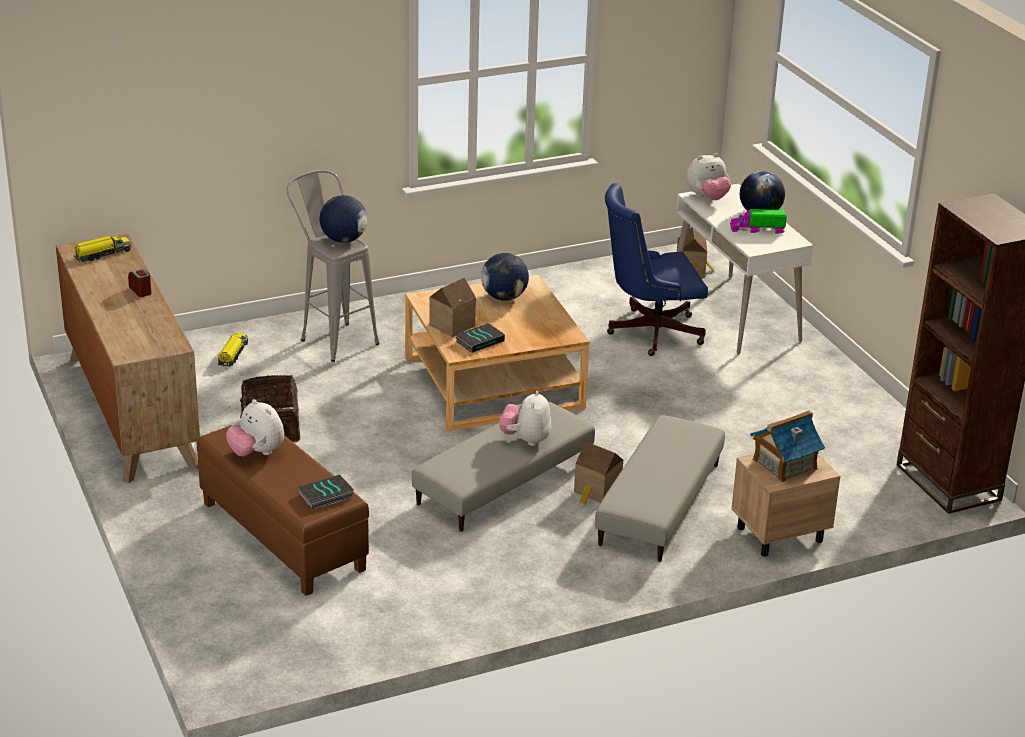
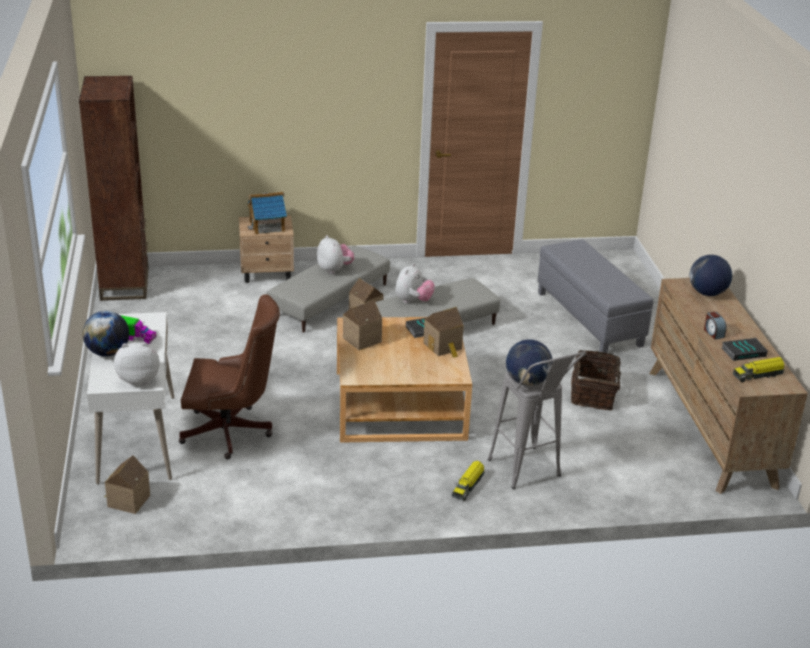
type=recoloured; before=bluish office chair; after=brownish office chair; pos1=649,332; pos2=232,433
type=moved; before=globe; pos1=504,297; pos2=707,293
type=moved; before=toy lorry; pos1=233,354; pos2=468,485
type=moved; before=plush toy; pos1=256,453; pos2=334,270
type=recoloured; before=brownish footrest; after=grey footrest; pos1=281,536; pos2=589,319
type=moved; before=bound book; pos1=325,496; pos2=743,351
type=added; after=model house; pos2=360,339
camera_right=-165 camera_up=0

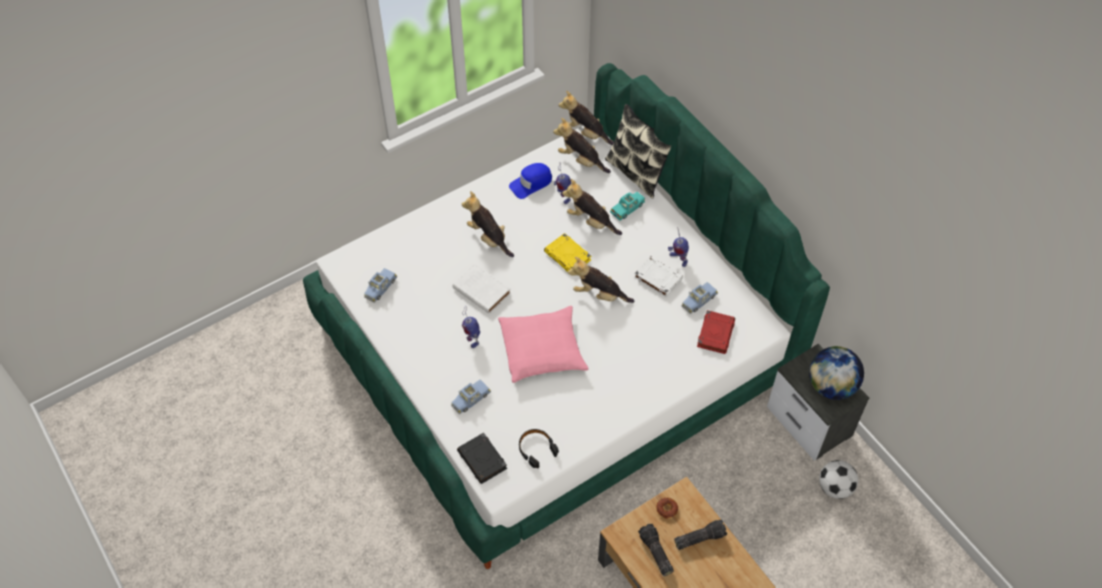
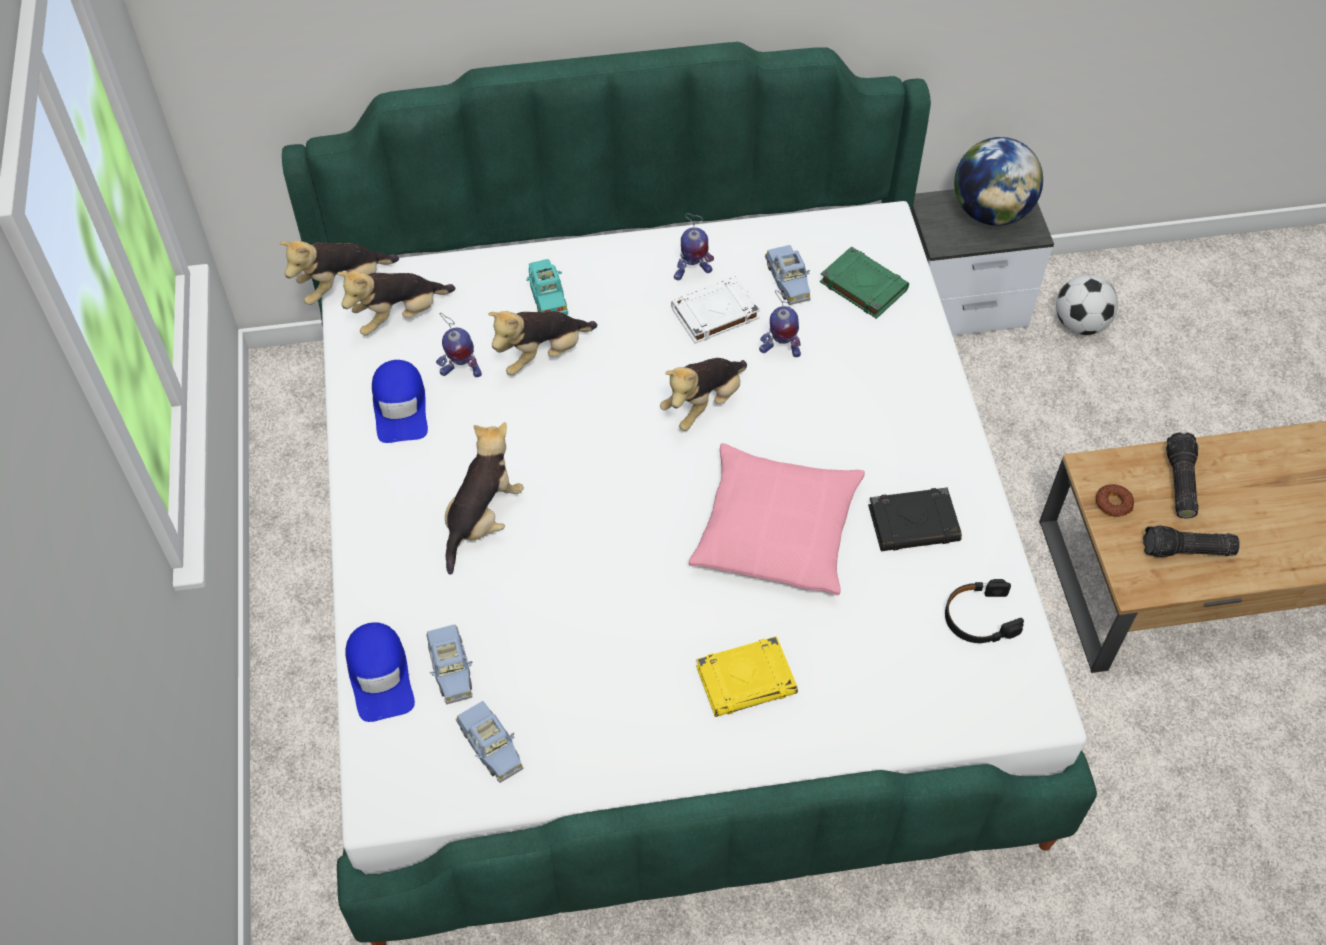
type=removed; before=pillow; pos1=637,173
type=turned; before=plush toy; pos1=488,238; pos2=482,518; turn=135
type=moved; before=yellowish bound book; pos1=568,256; pos2=746,680
type=removed; before=white bound book; pos1=480,290
type=moved; before=robot figure; pos1=472,338; pos2=779,350
type=recoloured; before=reddish bound book; after=greenish bound book; pos1=715,333; pos2=862,286
type=moved; before=bluish model car; pos1=470,399; pos2=451,668
type=moved; before=black-coloured bound book; pos1=482,460; pos2=914,523
type=added; after=bluish peaked cap; pos2=380,675
camera_right=-65 camera_up=0

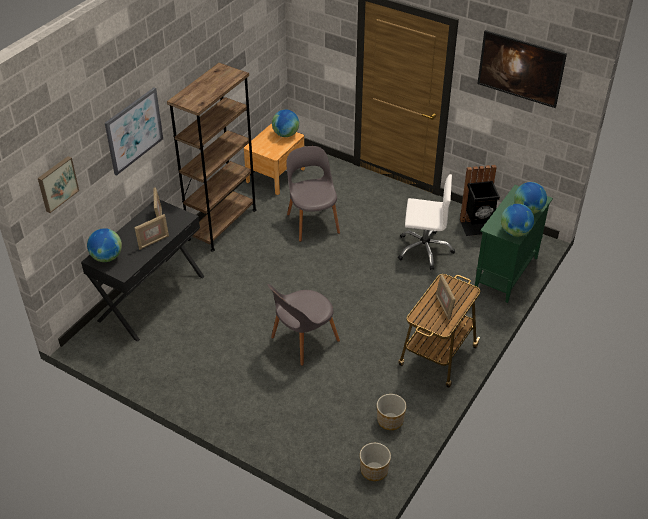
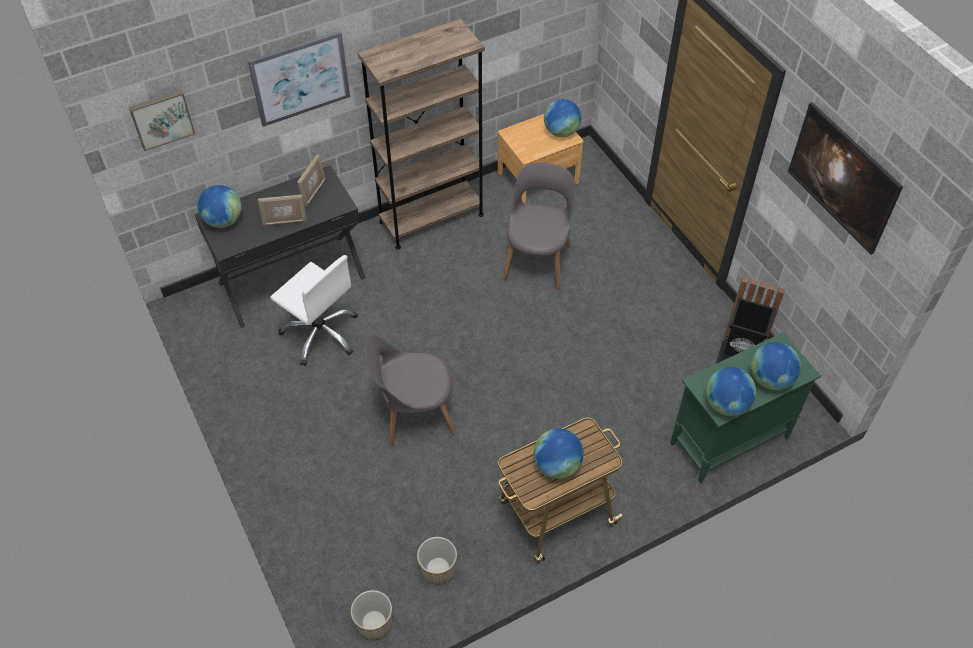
type=moved; before=white office chair; pos1=424,249; pos2=321,333
type=replaced; before=standing frame; after=globe; pos1=444,307; pos2=557,466
camera_right=30 camera_up=10

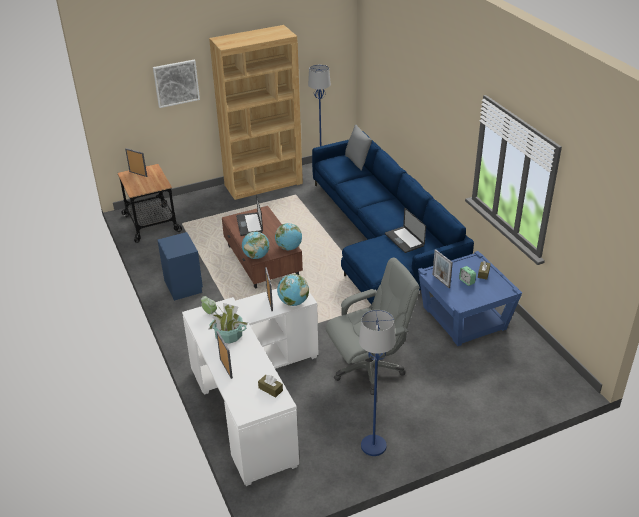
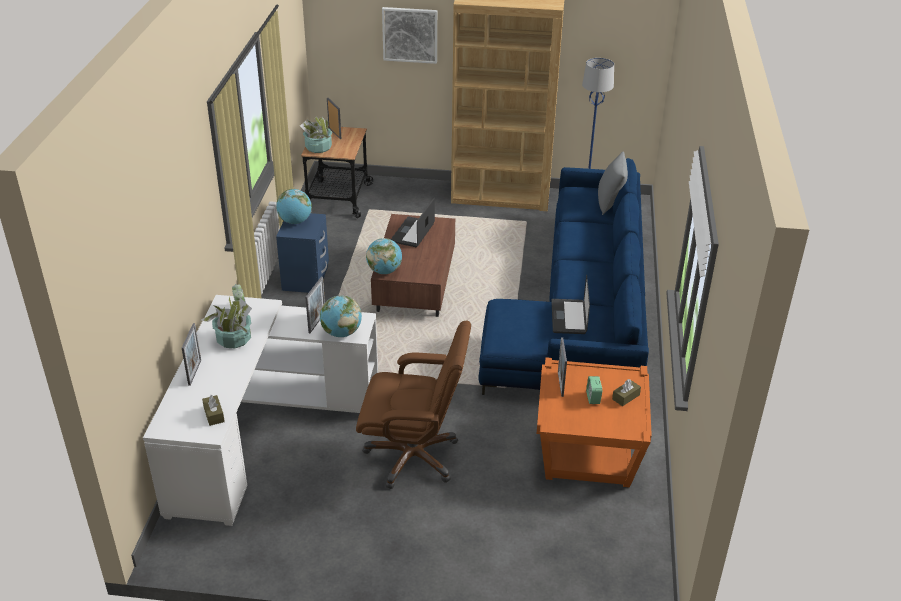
type=moved; before=globe; pos1=289,248; pos2=295,221
type=recoloured; before=bluish side table; after=orange-coloured side table; pos1=464,318; pos2=589,449
type=recoloured; before=grey office chair; after=brownish office chair; pos1=369,368; pos2=414,456
type=removed; before=bluish floor lamp; pos1=373,446
type=added; after=houseplant; pos2=318,147
camera_right=30 camera_up=0

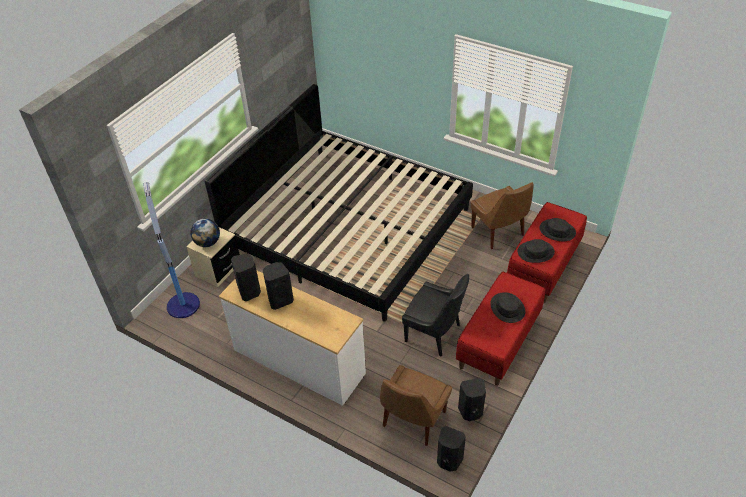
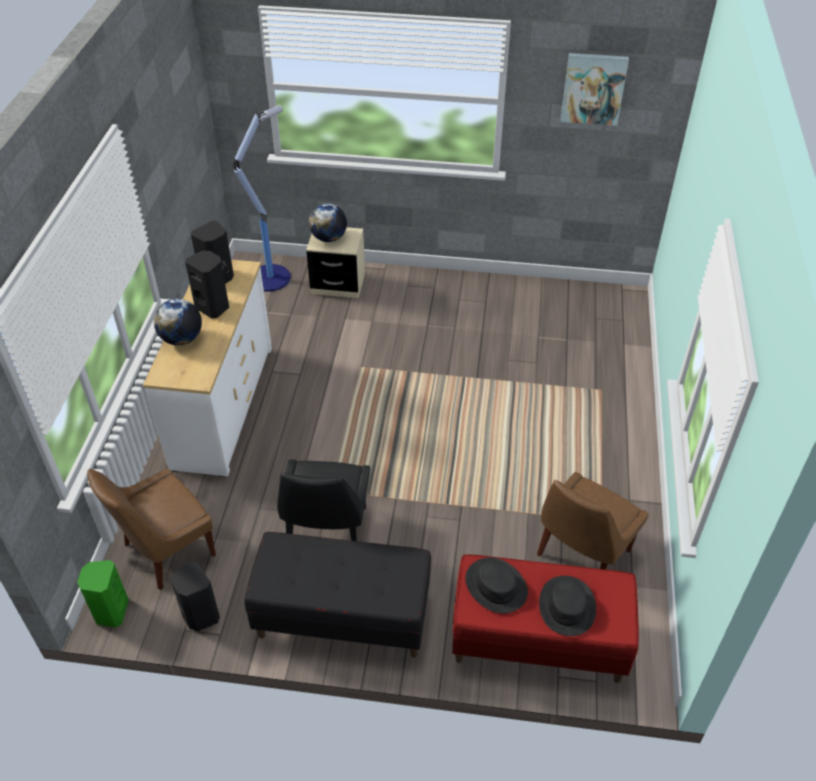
type=removed; before=bed; pos1=348,228
type=recoloured; before=reddish indoor bench; after=black-coloured indoor bench; pos1=498,342; pos2=342,617
type=removed; before=black-coloured hat; pos1=507,308
type=turned; before=brownish chair; pos1=413,421; pos2=166,551; turn=-45
type=recoloured; before=black-coloured audio speaker; after=greenish audio speaker; pos1=448,461; pos2=110,612
type=added; after=wall art; pos2=593,88
type=added; after=globe; pos2=181,339
camera_right=65 camera_up=0

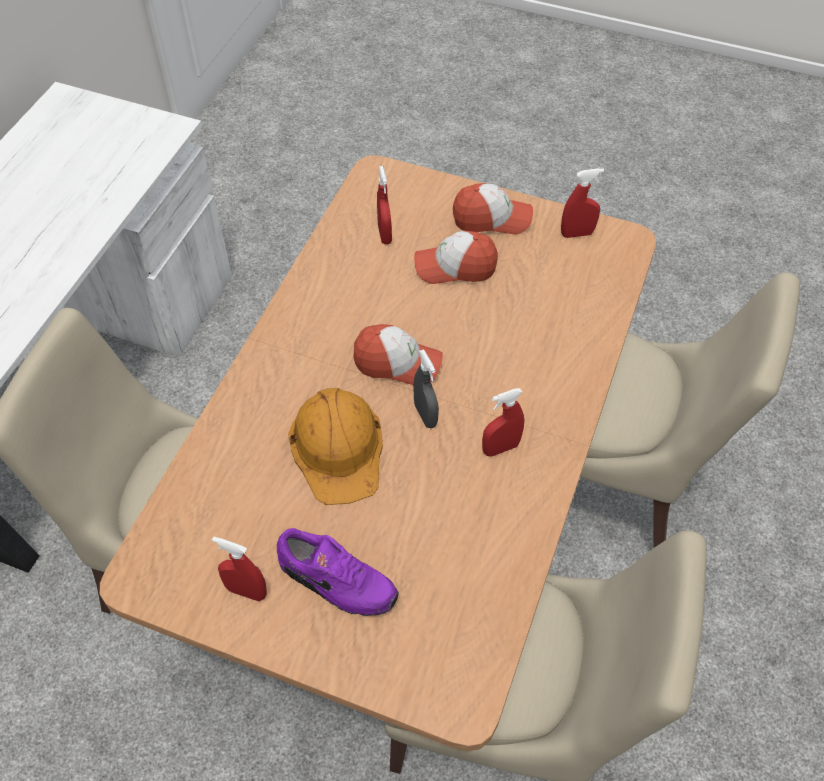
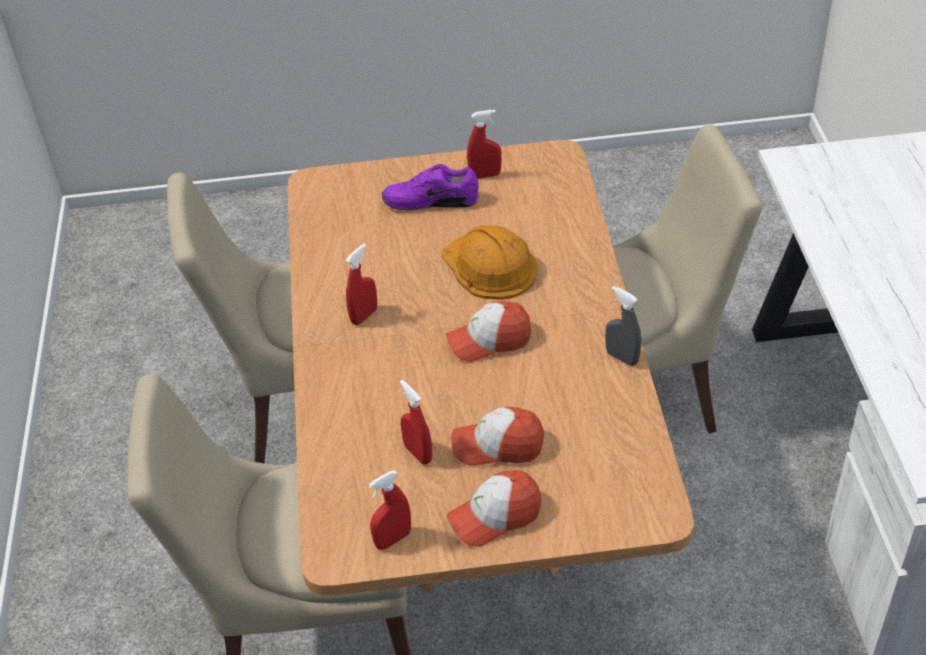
type=moved; before=reddish spray bottle; pos1=384,234; pos2=418,453
type=turned; before=peaked cap; pos1=455,266; pos2=497,445; turn=-150
type=moved; before=grey spray bottle; pos1=425,415; pos2=622,357
camera_right=155 camera_up=-10

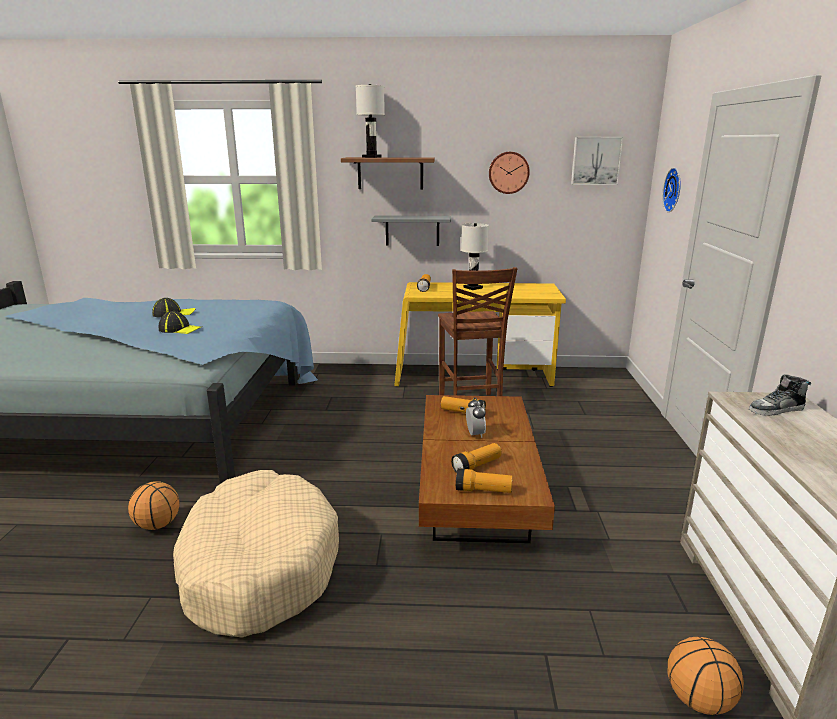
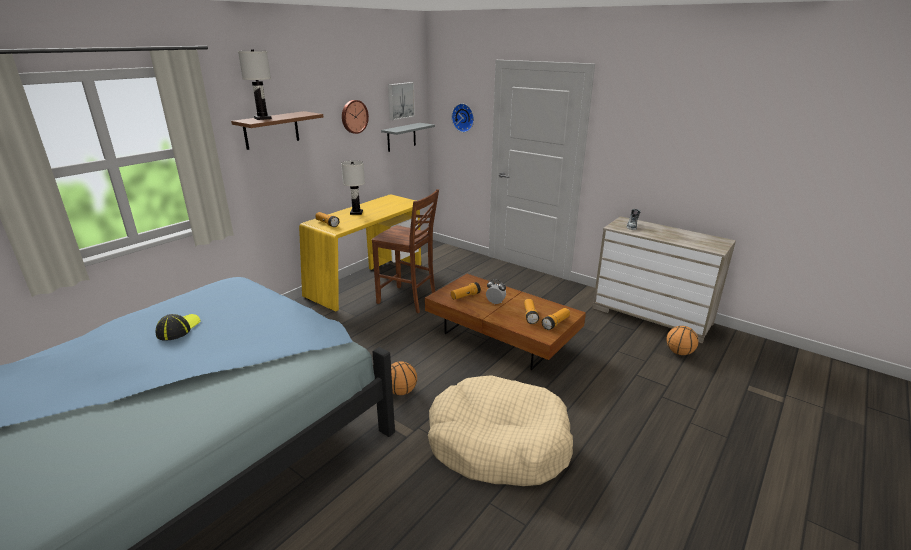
type=moved; before=grey wall shelf; pos1=412,230; pos2=401,137
type=removed; before=peaked cap; pos1=180,329
type=moved; before=basketball ball; pos1=158,524; pos2=400,391
camera_right=-55 camera_up=5

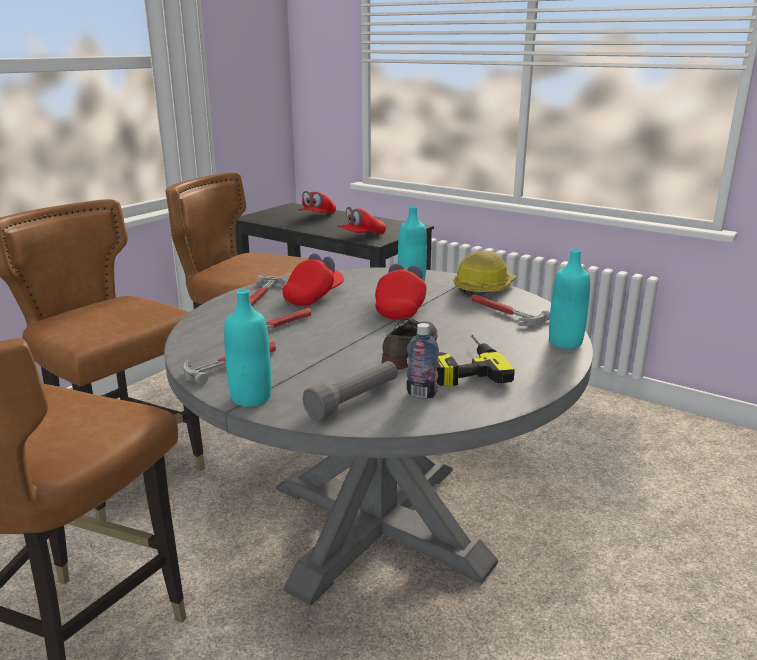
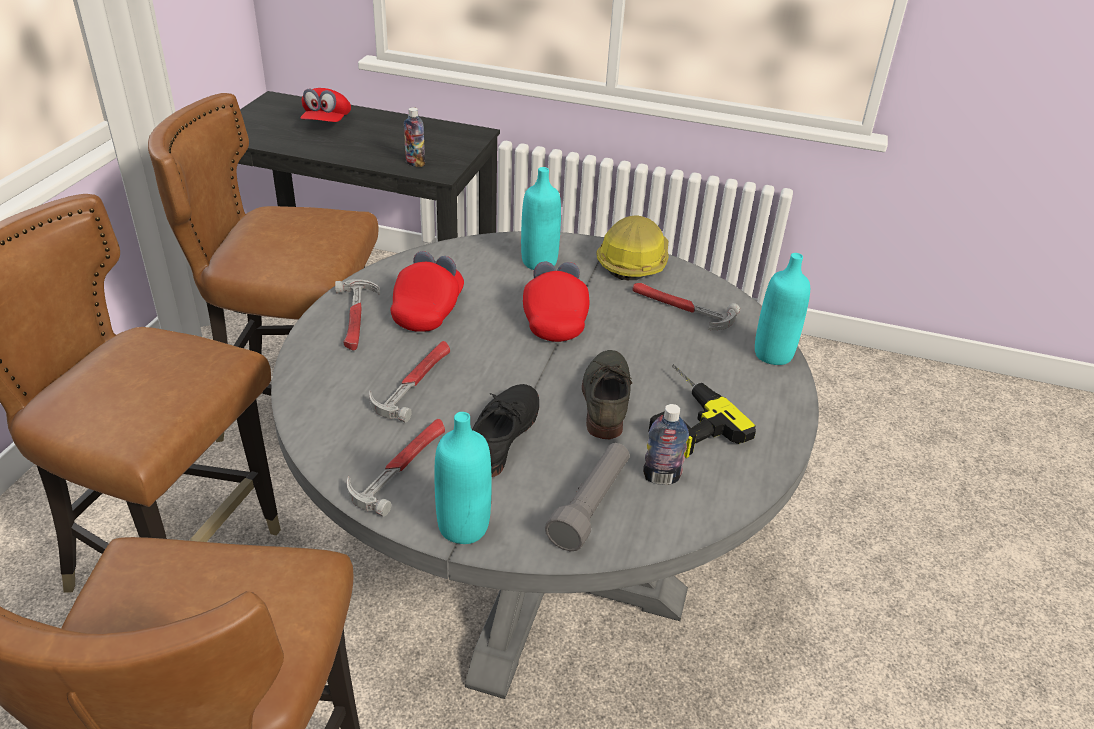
type=replaced; before=reddish peaked cap; after=drink bottle; pos1=361,236; pos2=415,163
type=added; after=black-coloured item of footwear; pos2=502,433
camera_right=-20 camera_up=15

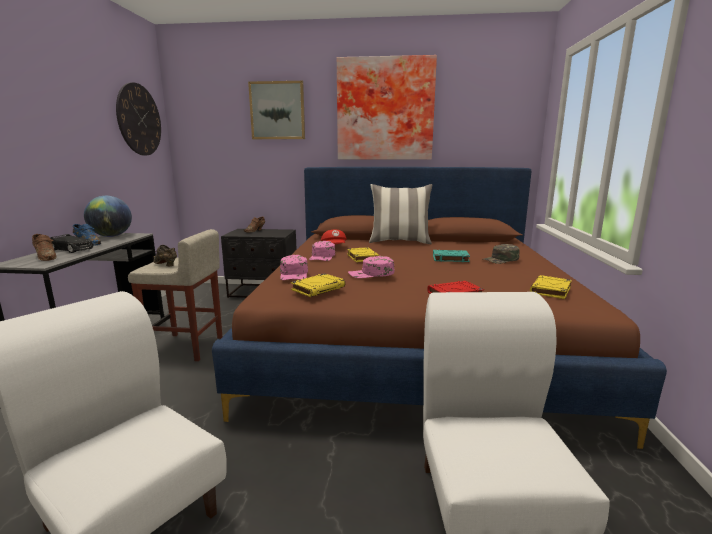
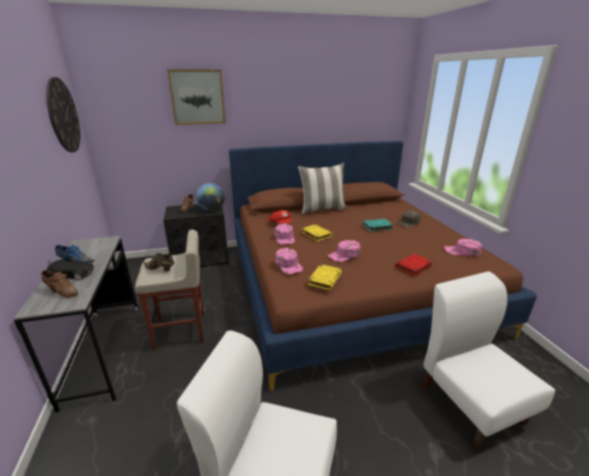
type=removed; before=wall art; pos1=385,110
type=moved; before=globe; pos1=111,236; pos2=211,210
type=replaced; before=yellowish bound book; after=pink peaked cap; pos1=550,290; pos2=462,251
camera_right=-20 camera_up=10

